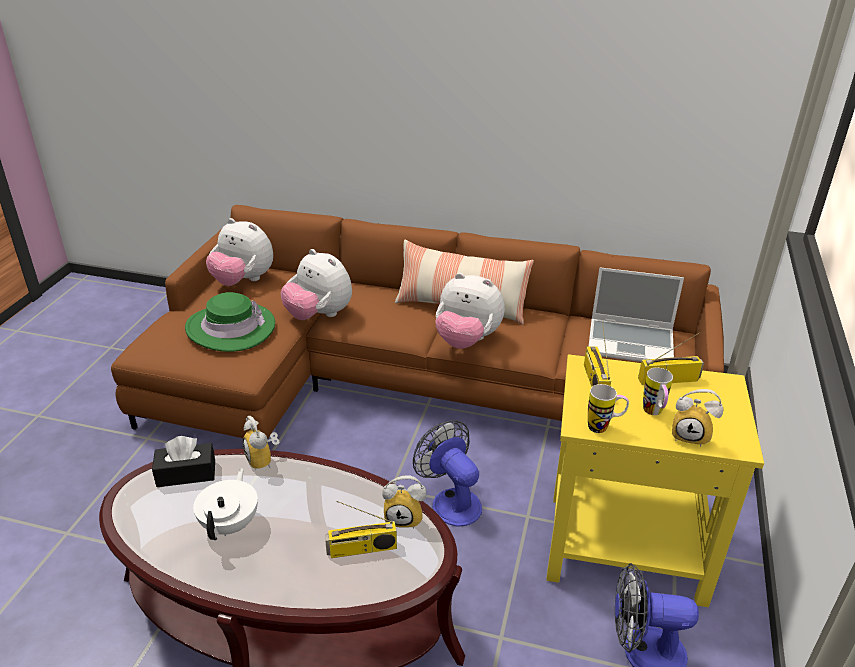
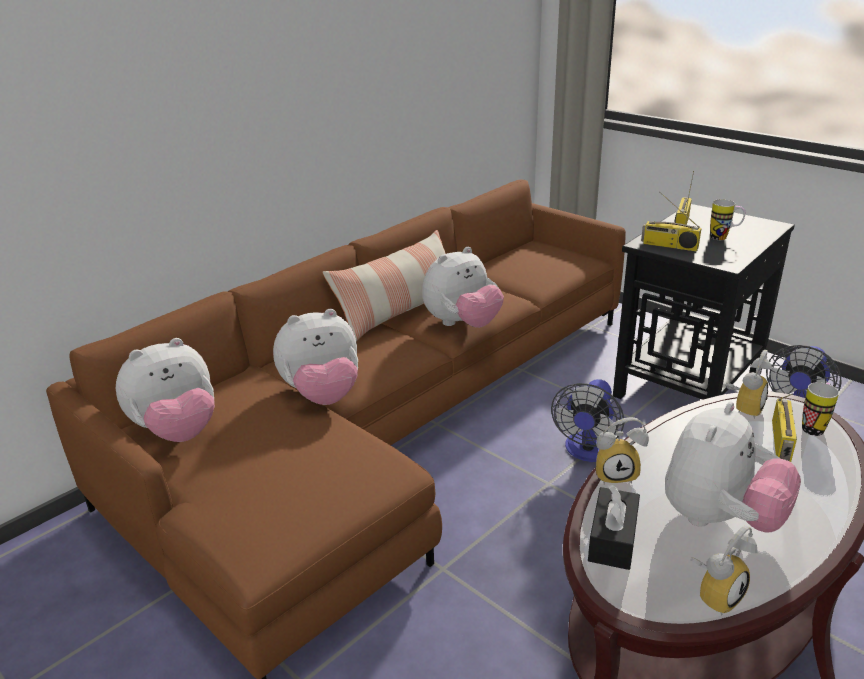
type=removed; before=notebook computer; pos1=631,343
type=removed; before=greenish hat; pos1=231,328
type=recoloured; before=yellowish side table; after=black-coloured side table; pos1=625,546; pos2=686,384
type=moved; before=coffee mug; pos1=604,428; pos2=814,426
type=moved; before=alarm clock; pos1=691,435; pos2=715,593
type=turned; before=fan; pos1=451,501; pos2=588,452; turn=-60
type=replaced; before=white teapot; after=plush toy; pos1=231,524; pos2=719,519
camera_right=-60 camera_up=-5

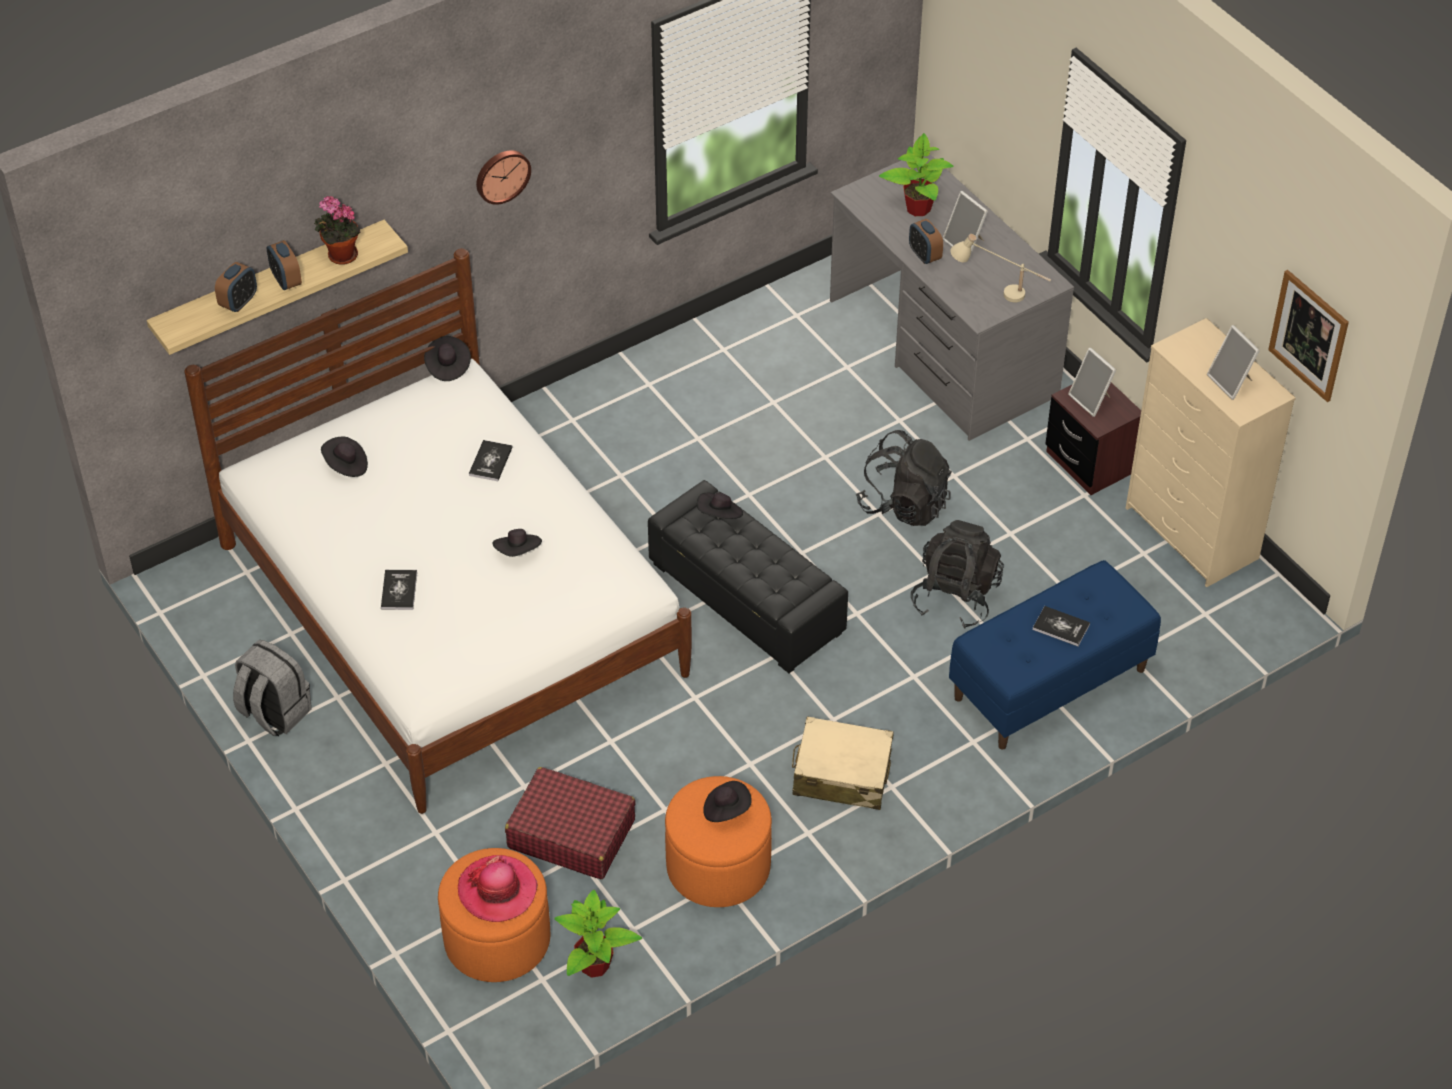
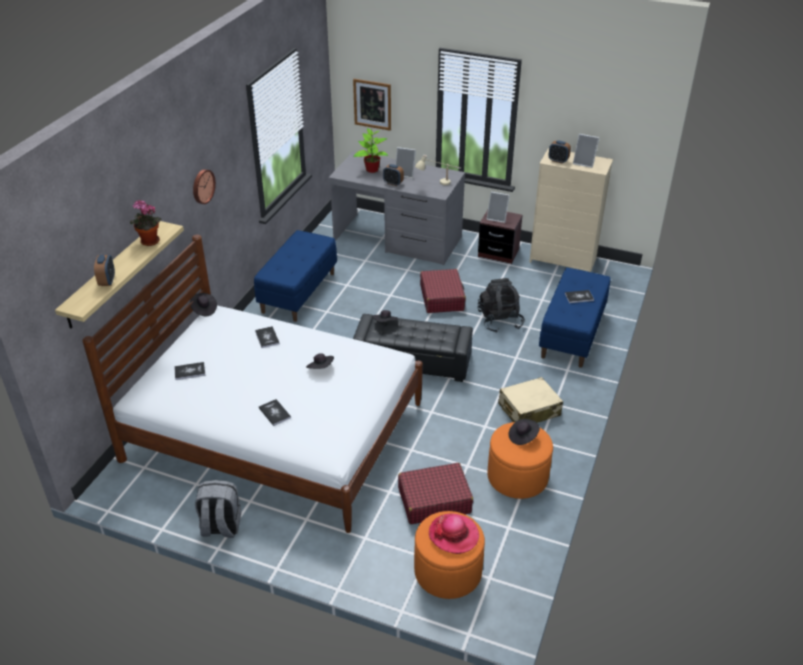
type=moved; before=alarm clock; pos1=286,280; pos2=558,160
type=moved; before=wall art; pos1=1309,335; pos2=372,104
type=replaced; before=black-coloured backpack; after=reddish piece of luggage; pos1=904,504; pos2=442,298
type=replaced; before=black-coloured hat; after=bound book; pos1=346,465; pos2=190,371
type=removed; before=houseplant; pos1=595,966
type=added; after=bluish indoor bench; pos2=298,292
camera_right=-35 camera_up=-10

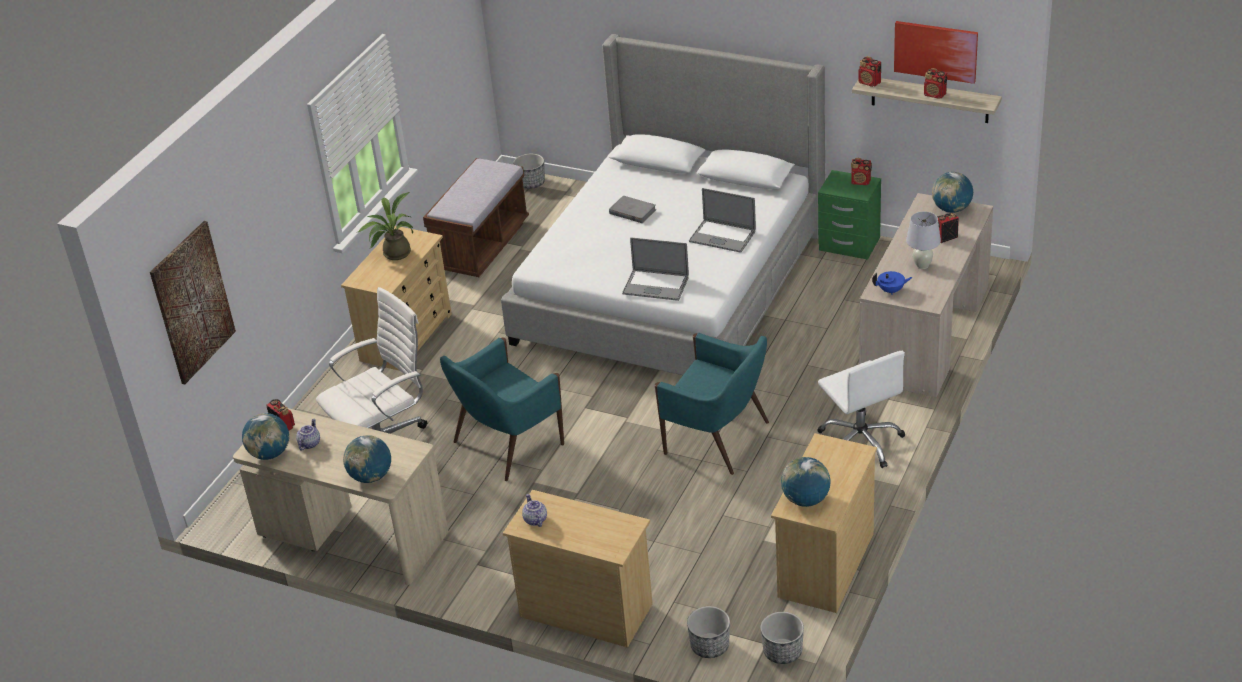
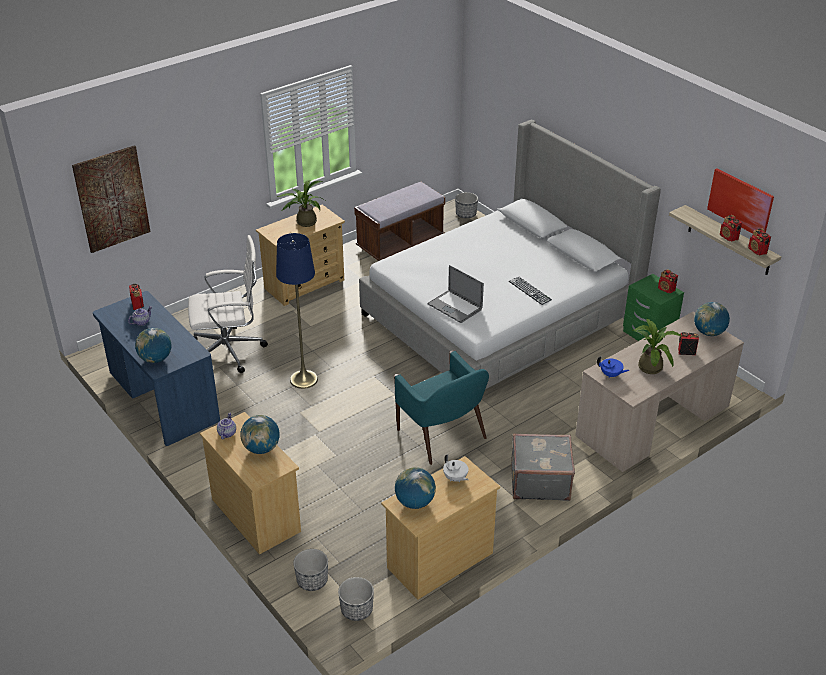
type=moved; before=radio receiver; pos1=869,83; pos2=757,251
type=replaced; before=notebook computer; after=computer keyboard; pos1=722,236; pos2=530,290
type=removed; before=grey bound book; pos1=632,212
type=replaced; before=white tabletop lamp; after=houseplant; pos1=922,265; pos2=650,365
type=replaced; before=turquoise-coloured armchair; after=bluish floor lamp; pos1=506,444; pos2=303,379
type=replaced; before=white office chair; after=grey piece of luggage; pos1=861,442; pos2=539,481
type=recoloured; before=beige desk table; after=bluish desk table; pos1=351,536; pos2=161,398
type=moved; before=globe; pos1=270,454; pos2=261,448
type=added; after=white teapot; pos2=455,478
camera_right=25 camera_up=0

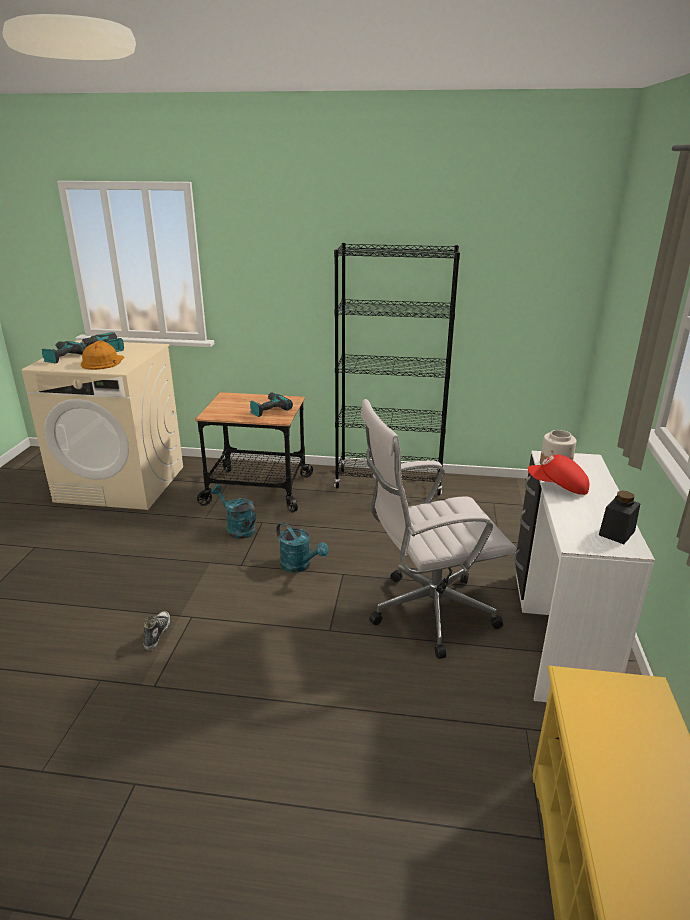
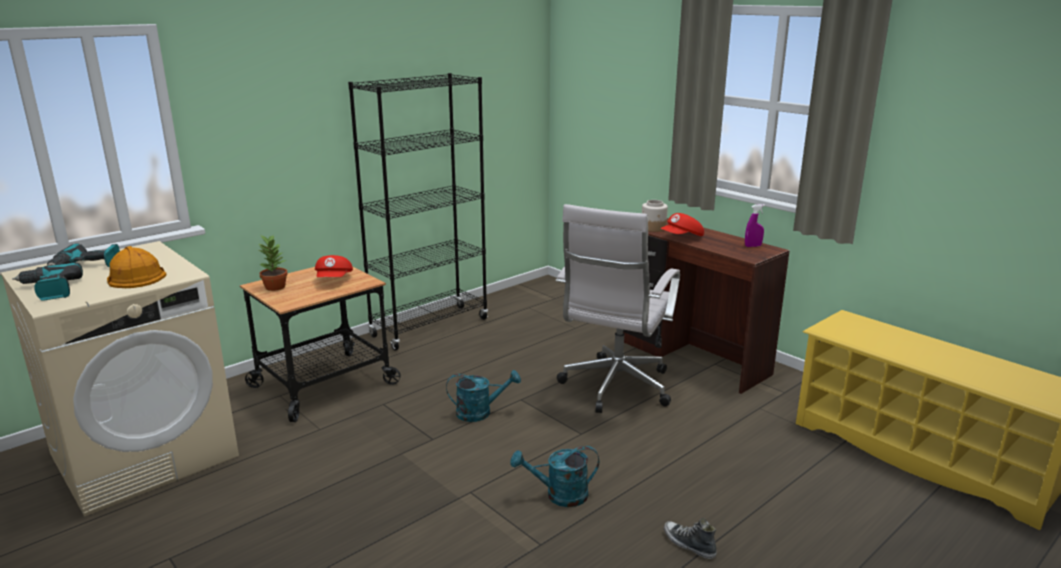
type=replaced; before=electric drill; after=reddish peaked cap; pos1=268,409; pos2=334,279
type=recoloured; before=white desk table; after=brownish desk table; pos1=555,633; pos2=691,358
type=moved; before=turquoise-coloured watering can; pos1=237,528; pos2=559,495
type=replaced; before=black-coloured preserve jar; after=purplish spray bottle; pos1=616,533; pos2=753,246
type=moved; before=item of footwear; pos1=156,633; pos2=688,544
type=added; after=houseplant; pos2=275,287
camera_right=-50 camera_up=-5

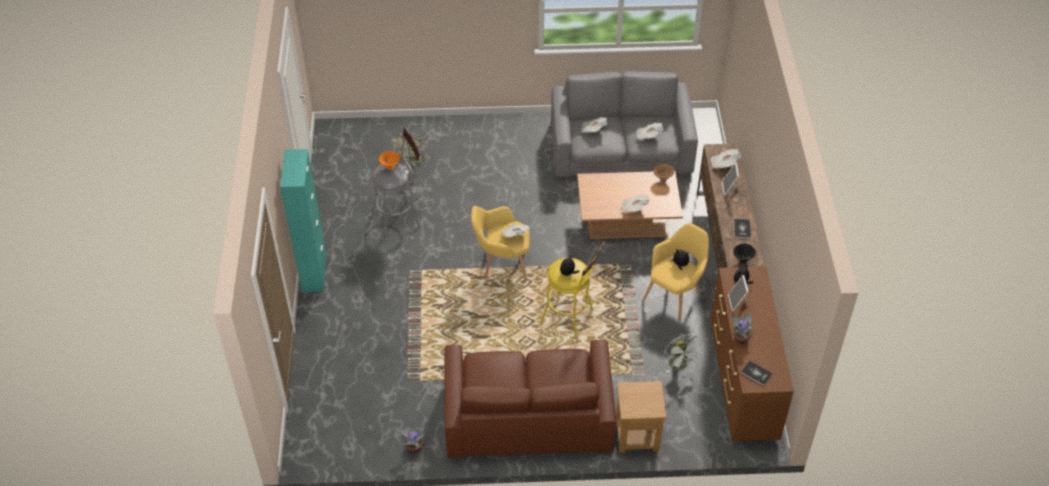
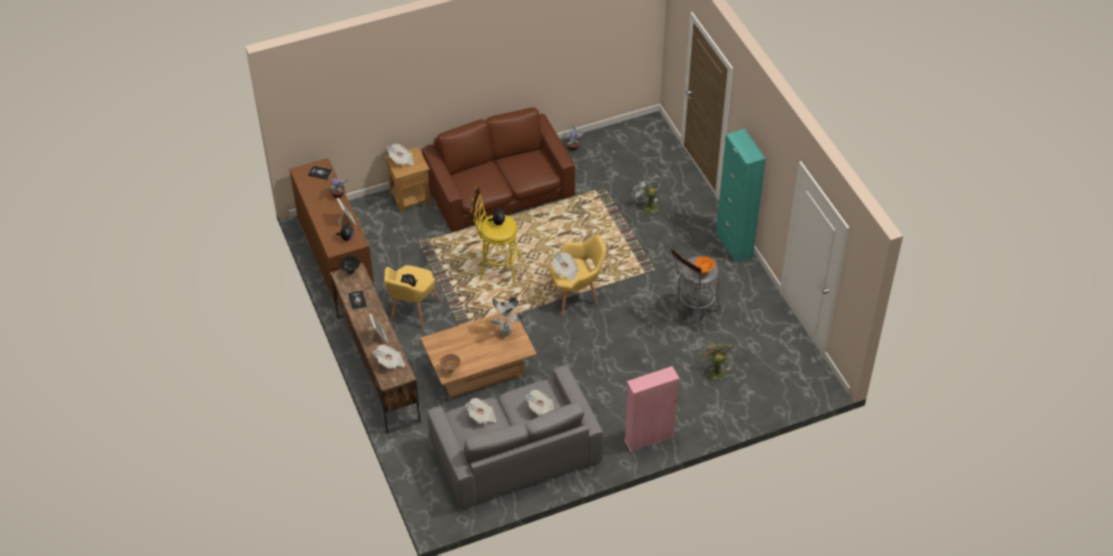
type=moved; before=newspaper; pos1=634,208; pos2=401,160
type=moved; before=white fan; pos1=680,366; pos2=647,206
type=added; after=houseplant; pos2=506,334
type=added; after=pink shelving unit; pos2=649,438
camera_right=160 camera_up=0

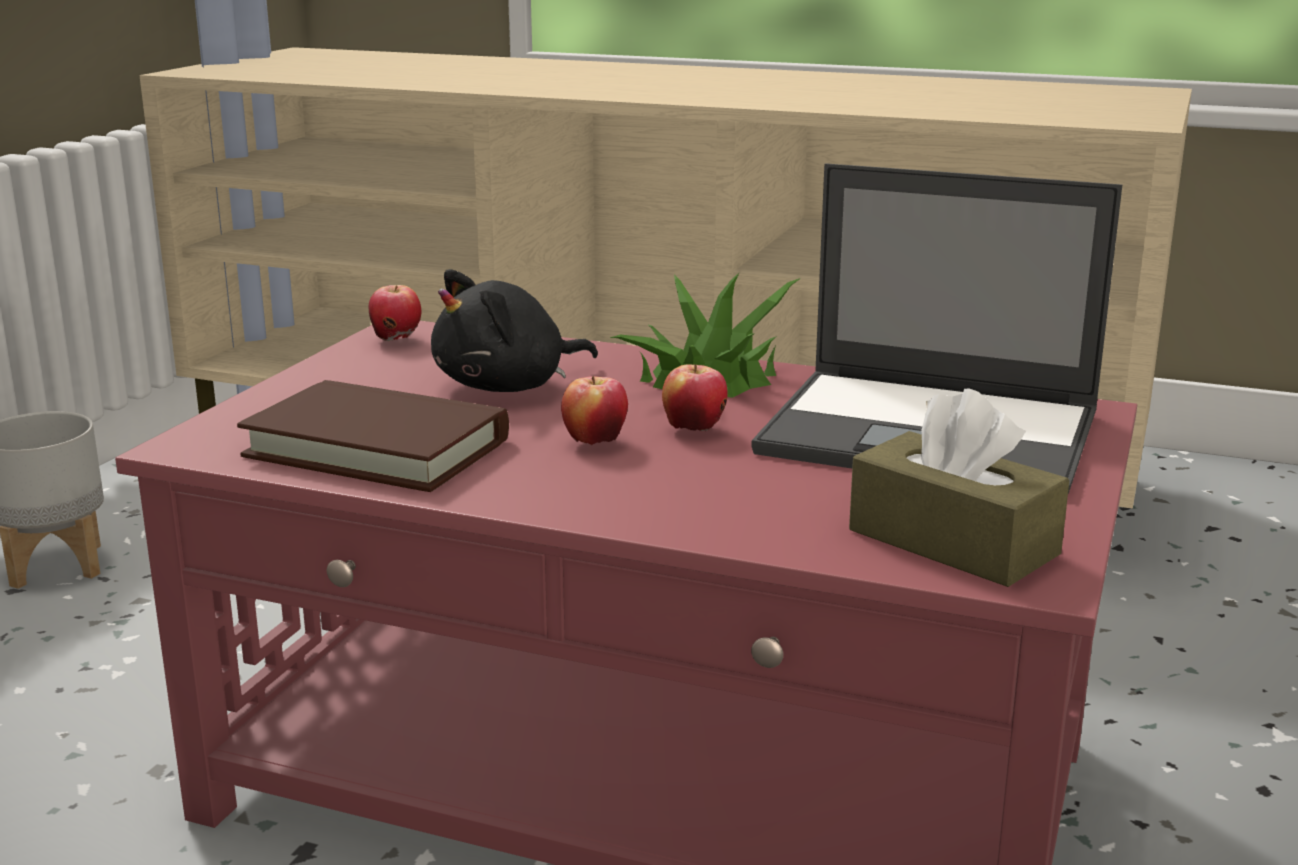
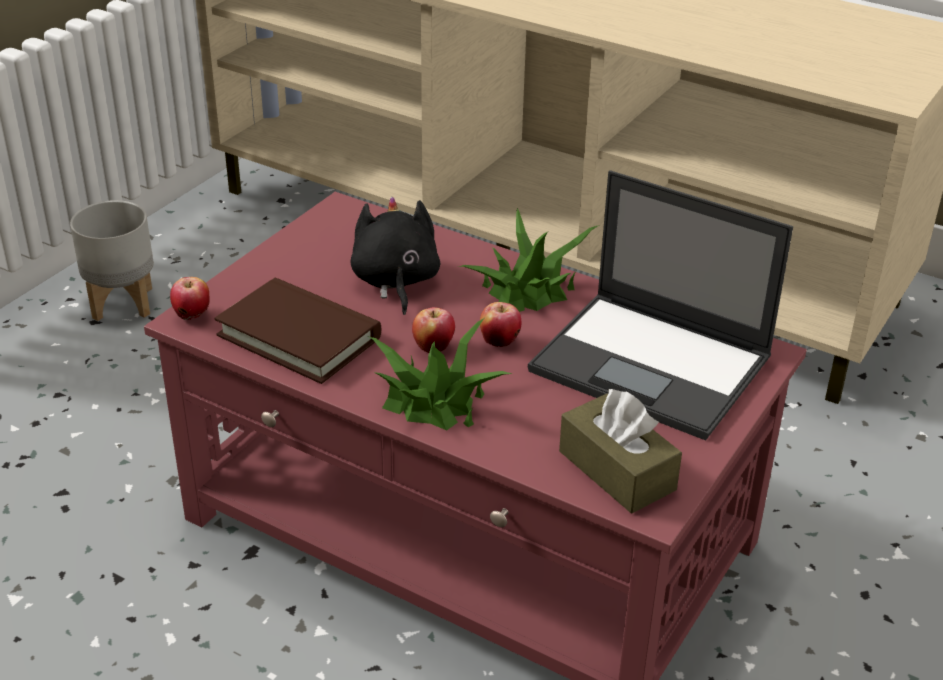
type=turned; before=black-coloured plush toy; pos1=508,386; pos2=395,282; turn=105
type=moved; before=apple fruit; pos1=397,340; pos2=193,316
type=added; after=houseplant; pos2=435,401
camera_right=10 camera_up=15

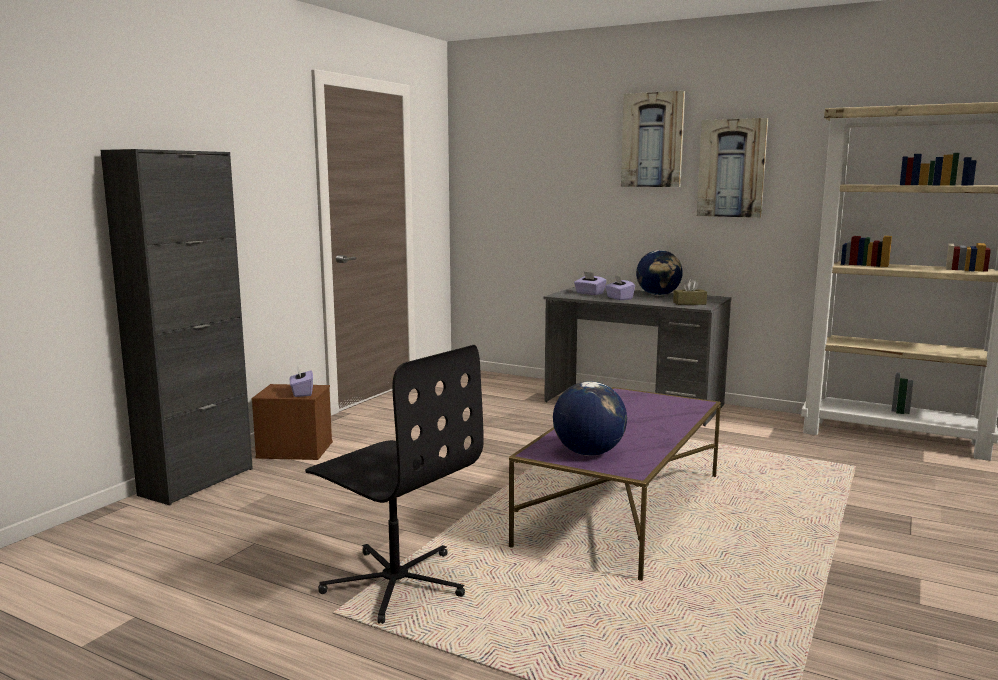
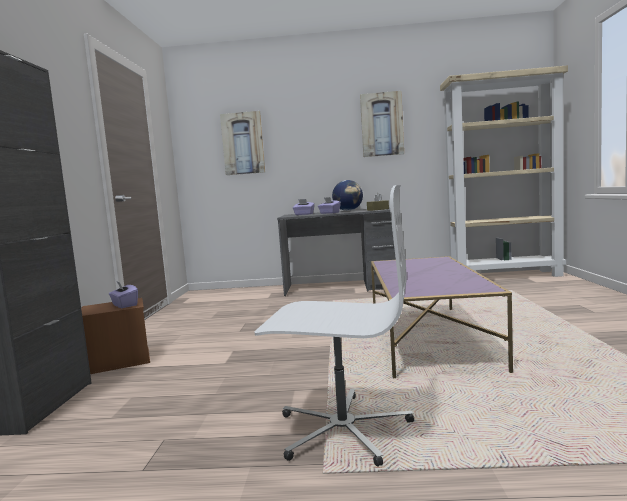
type=moved; before=wall art; pos1=652,140; pos2=243,143
type=recoloured; before=black-coloured office chair; after=white office chair; pos1=395,582; pos2=342,429
type=removed; before=globe; pos1=588,453
camera_right=-25 camera_up=-5

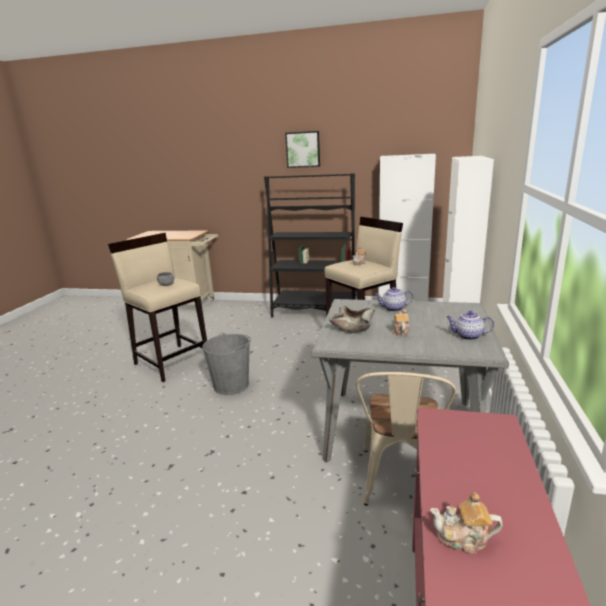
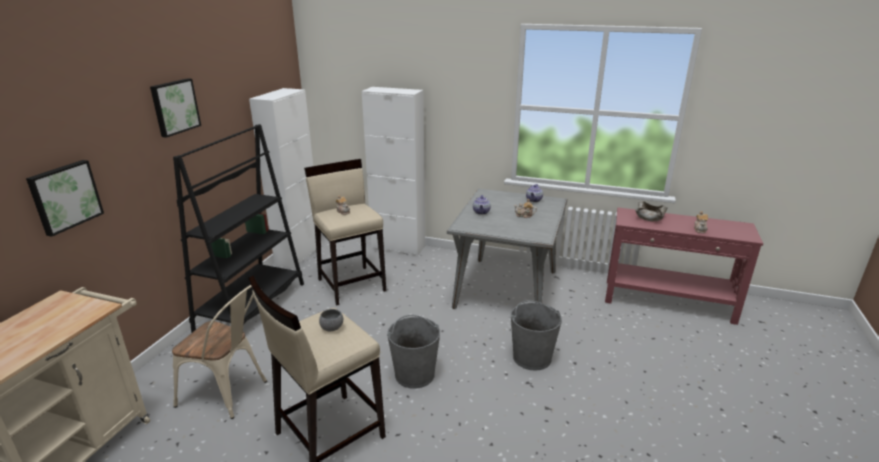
type=moved; before=beige bowl; pos1=353,327; pos2=650,217
type=moved; before=beige chair; pos1=400,485; pos2=229,393
type=added; after=wall art; pos2=65,196
type=added; after=grey pail; pos2=532,357
camera_right=-85 camera_up=5

